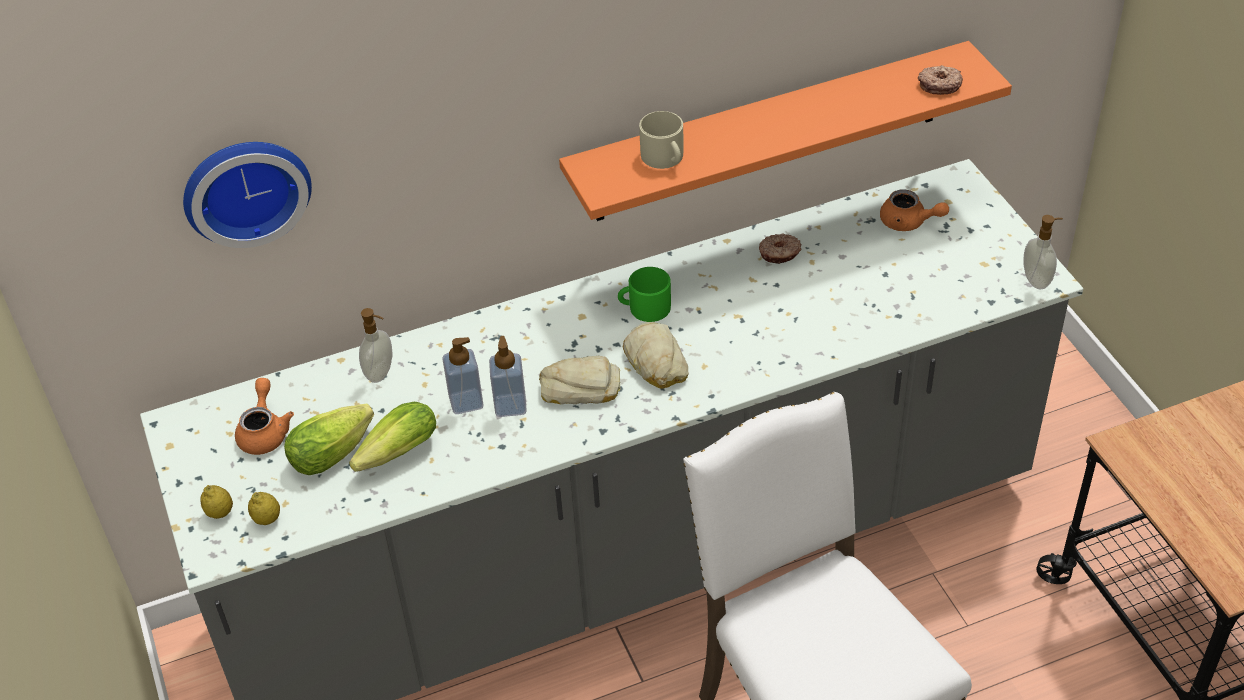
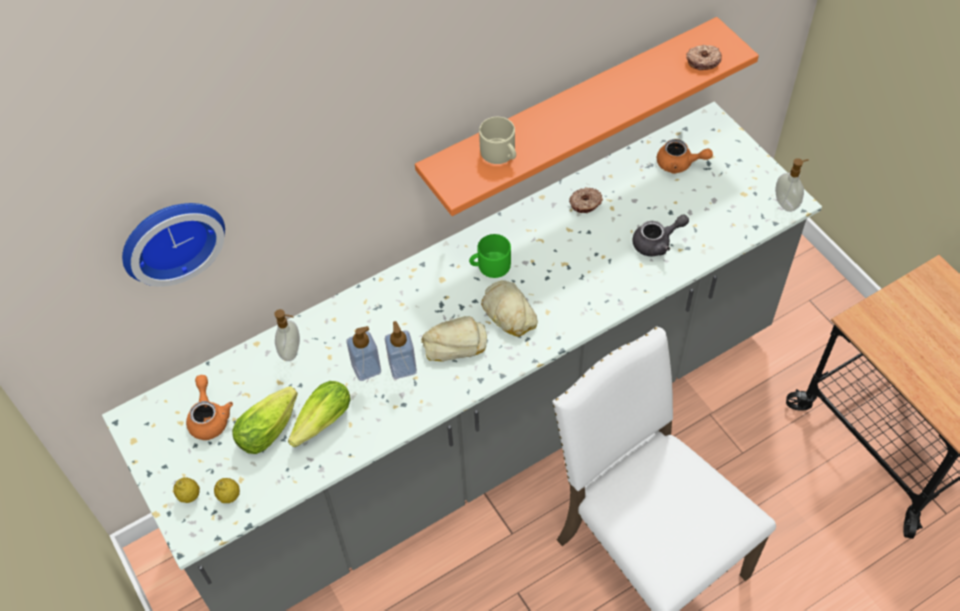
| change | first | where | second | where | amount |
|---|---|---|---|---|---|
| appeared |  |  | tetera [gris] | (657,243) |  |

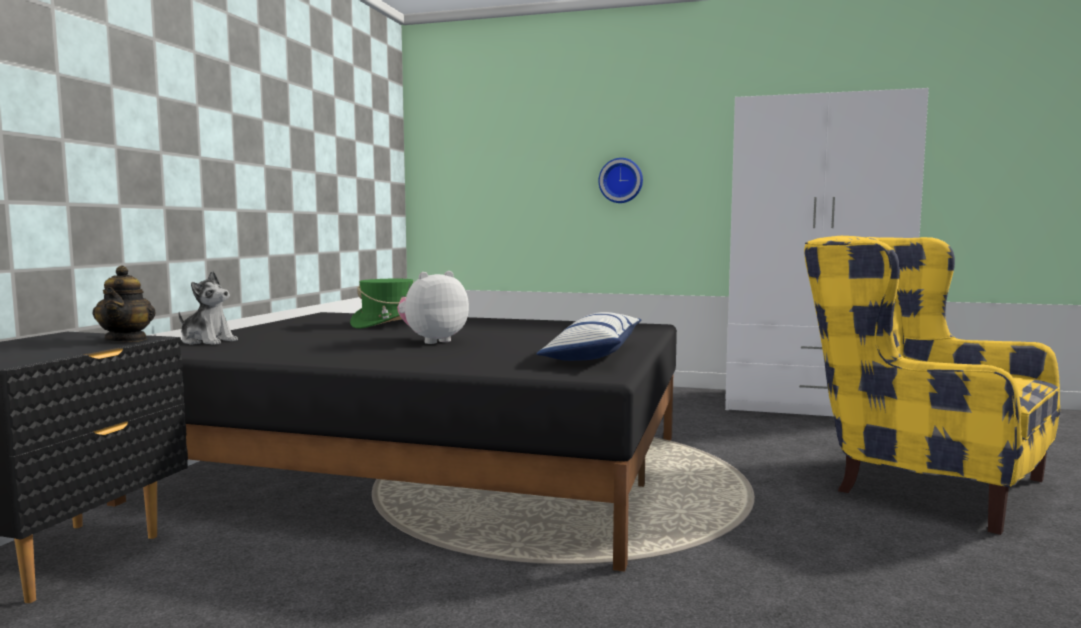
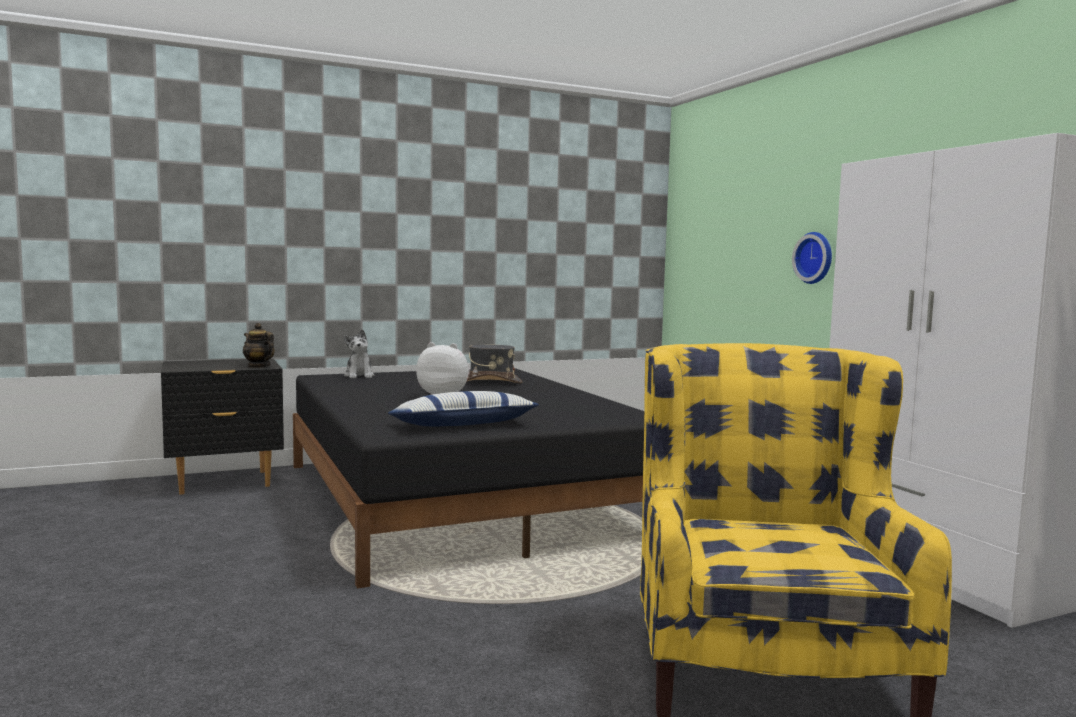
| change | first | where | second | where | amount |
|---|---|---|---|---|---|
| colour | sombrero [verde] | (387,324) | sombrero [gris] | (491,382) |  |
| spun | tetera | (127,340) |  | (258,366) | 90 degrees clockwise |

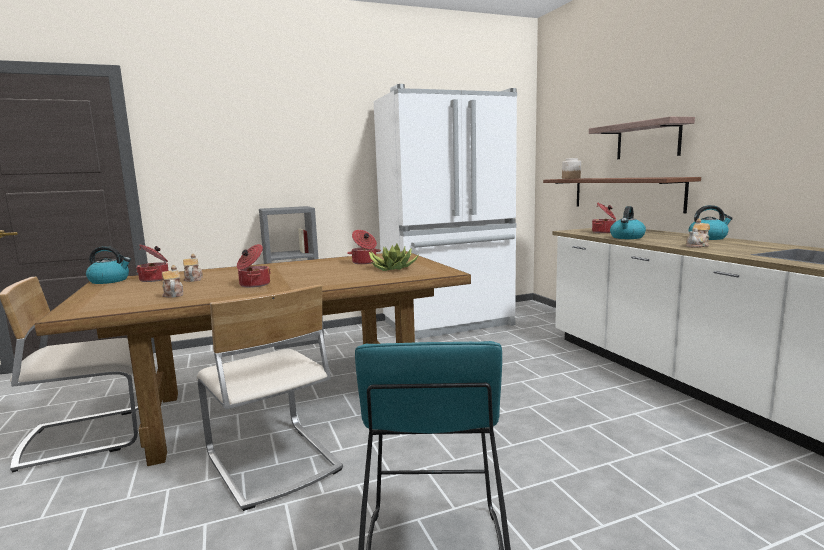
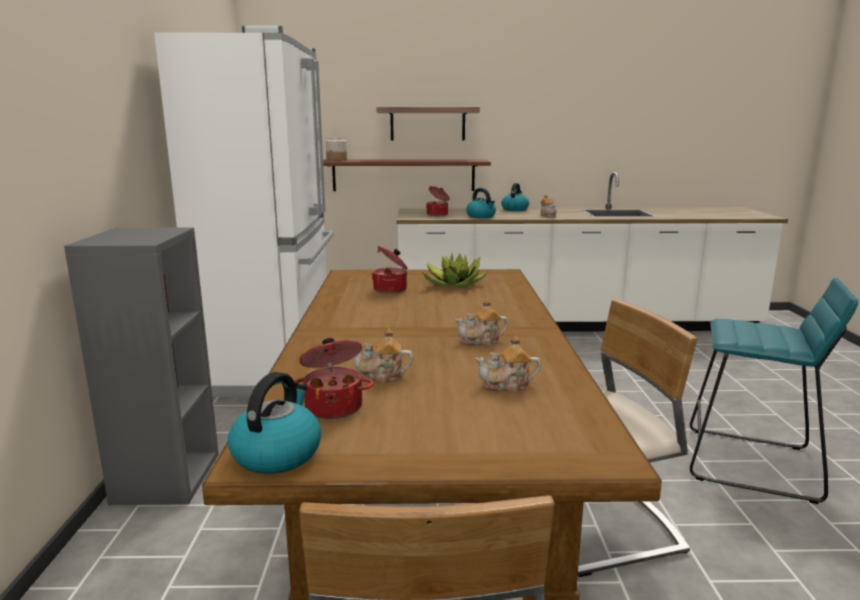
| change | first | where | second | where | amount |
|---|---|---|---|---|---|
| exchanged | olla | (254,285) | tetera | (481,341) |  |

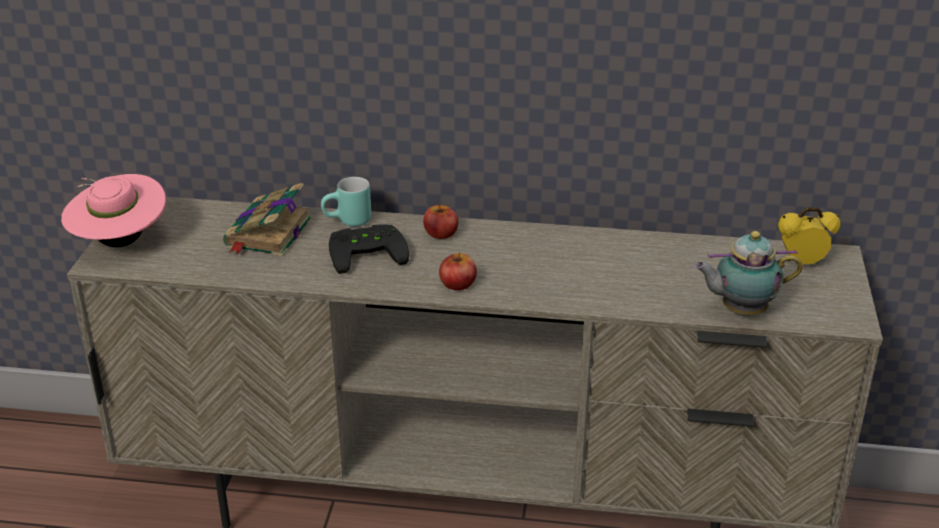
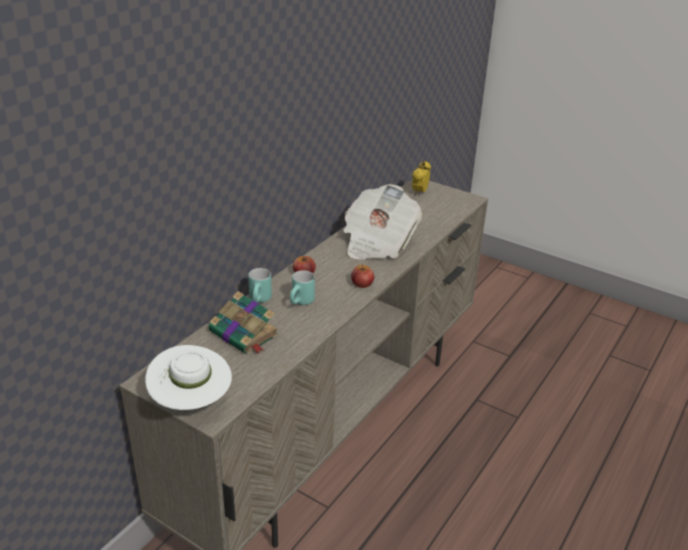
| change | first | where | second | where | amount |
|---|---|---|---|---|---|
| missing | tetera | (740,310) |  |  |  |
| appeared |  |  | periódico | (377,242) |  |
| exchanged | mando de consola [negro] | (367,252) | taza grande [turquesa] | (302,303) |  |
| colour | sombrero [rosa] | (119,242) | sombrero [blanco] | (191,402) |  |

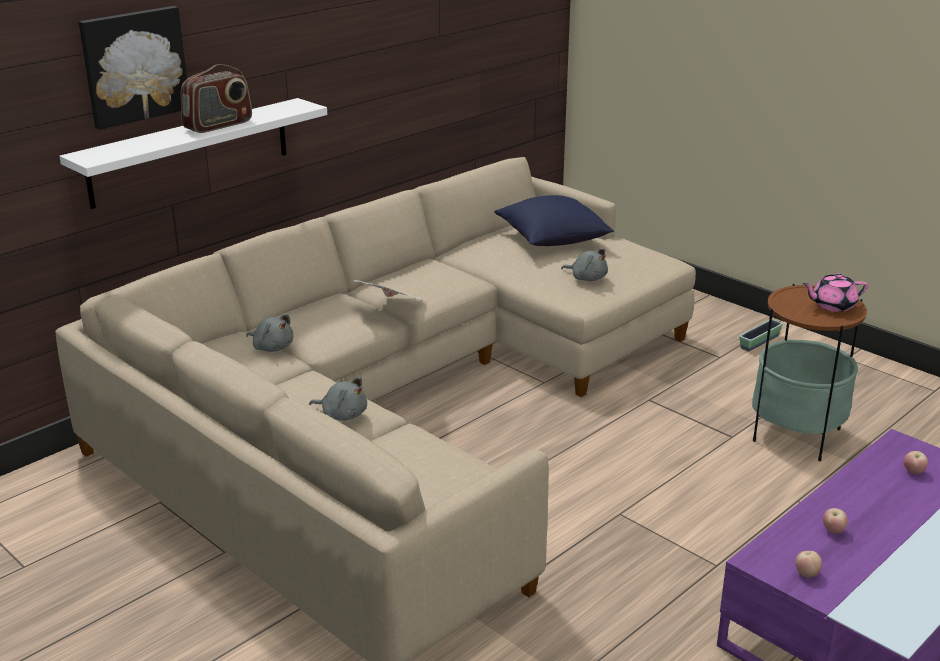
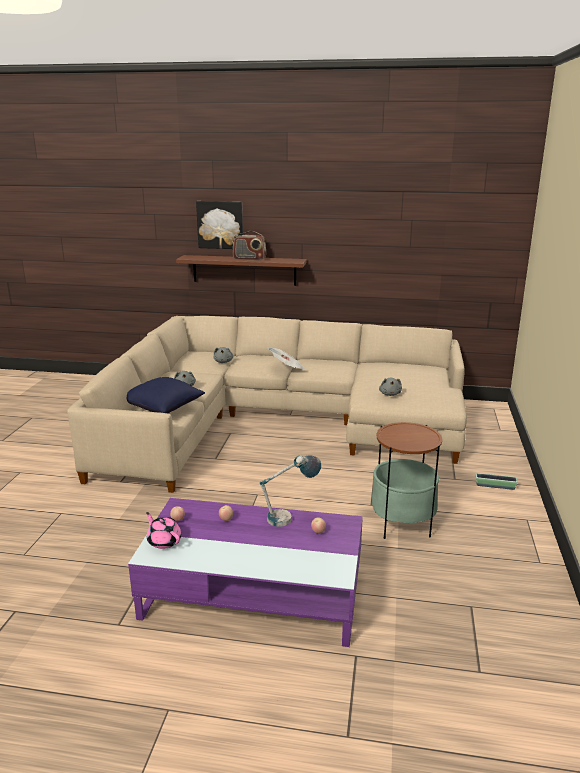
| change | first | where | second | where | amount |
|---|---|---|---|---|---|
| appeared |  |  | lámpara de mesa | (290,518) |  |
| relocated | cojín [azul] | (552,240) |  | (163,407) |  |
| relocated | tetera [rosa] | (832,305) |  | (164,541) |  |
| colour | estante [blanco] | (190,152) | estante [marrón] | (244,270) |  |

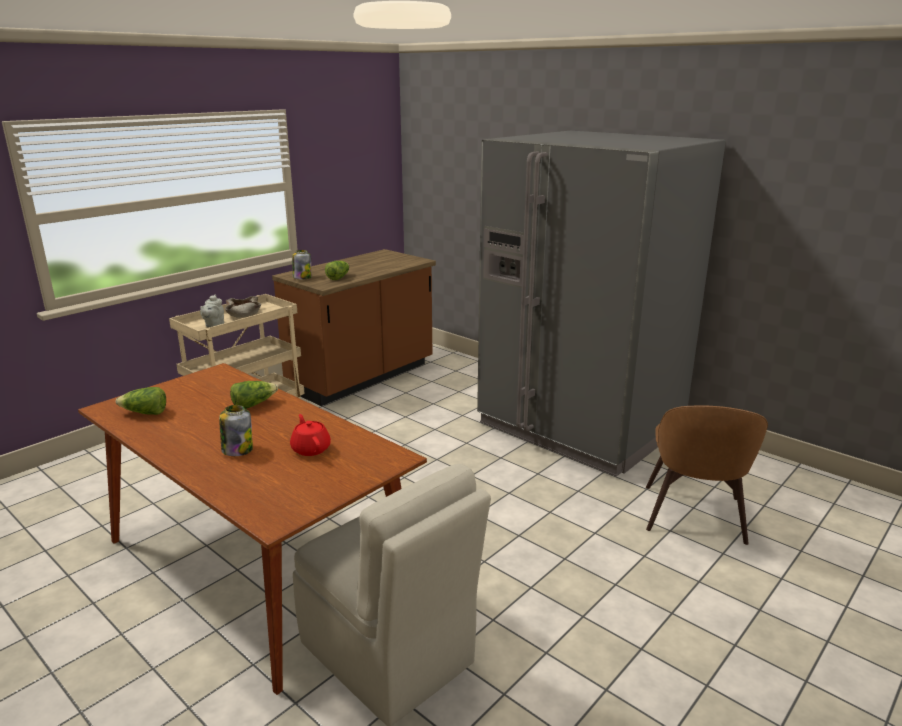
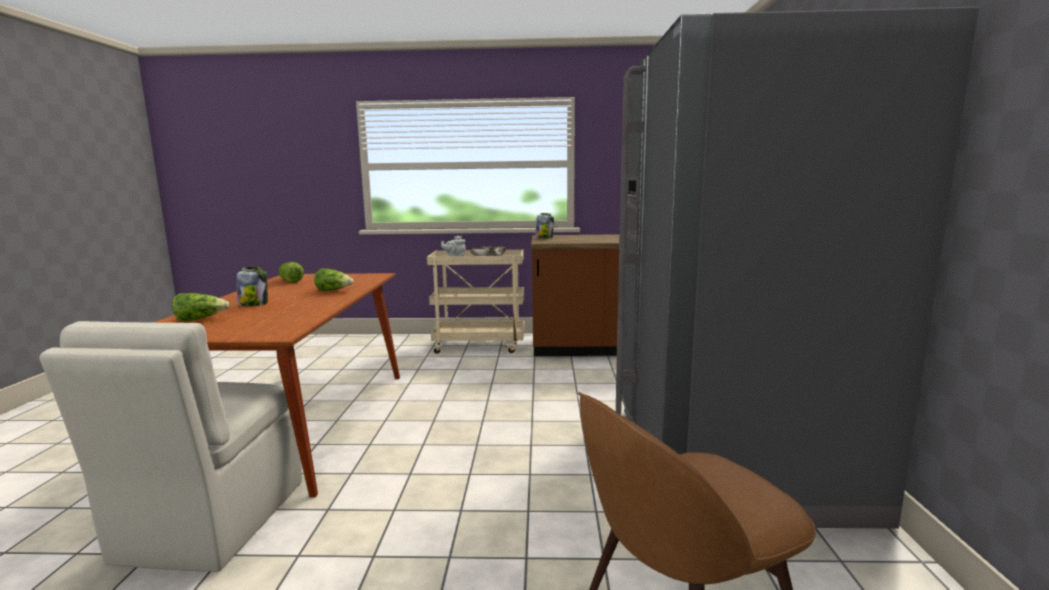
| change | first | where | second | where | amount |
|---|---|---|---|---|---|
| missing | tetera [rojo] | (311,449) |  |  |  |
| relocated | lechuga | (338,277) |  | (200,319) |  |

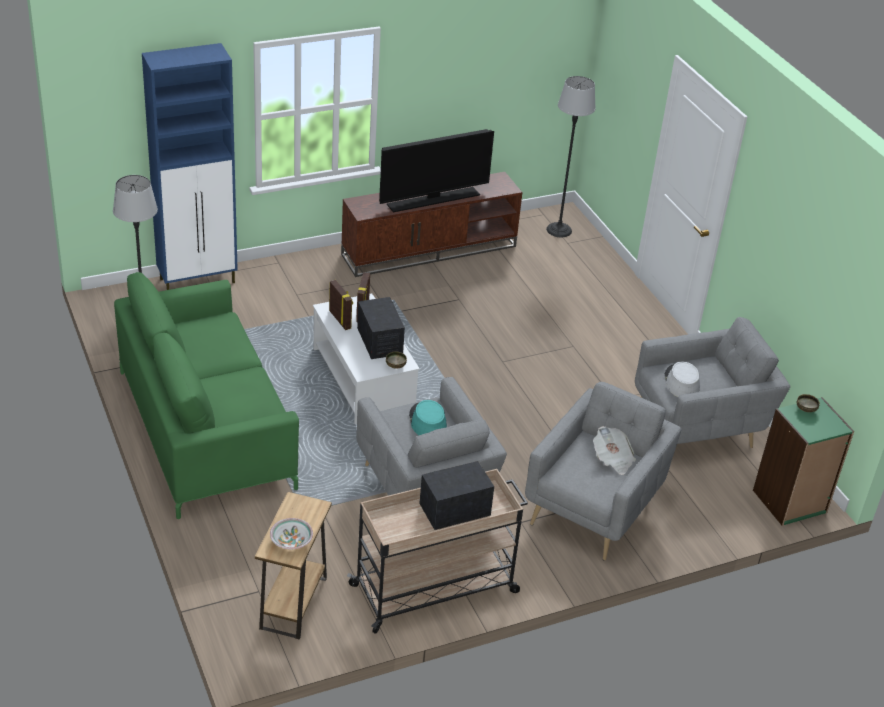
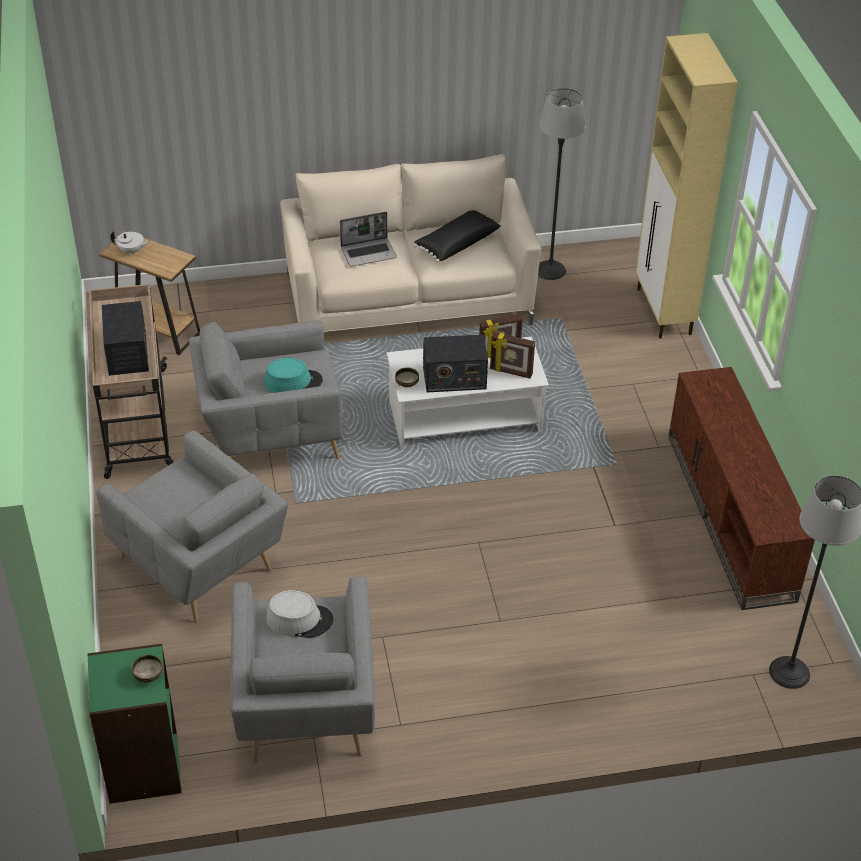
| change | first | where | second | where | amount |
|---|---|---|---|---|---|
| missing | televisor | (433,199) |  |  |  |
| missing | periódico | (612,459) |  |  |  |
| appeared |  |  | portátil | (369,253) |  |
| appeared |  |  | cojín [negro] | (456,243) |  |
| exchanged | cuenco | (291,541) | tetera [blanco] | (131,251) |  |
| colour | sofá [verde] | (205,429) | sofá [beis] | (408,299) |  |
| colour | armario [azul] | (198,281) | armario [beis] | (664,312) |  |

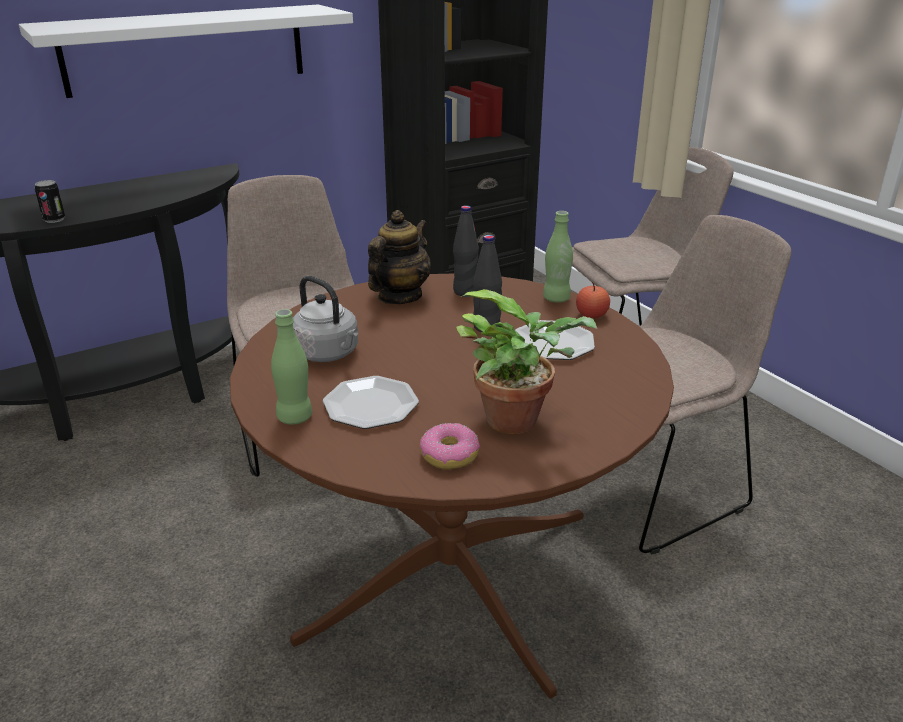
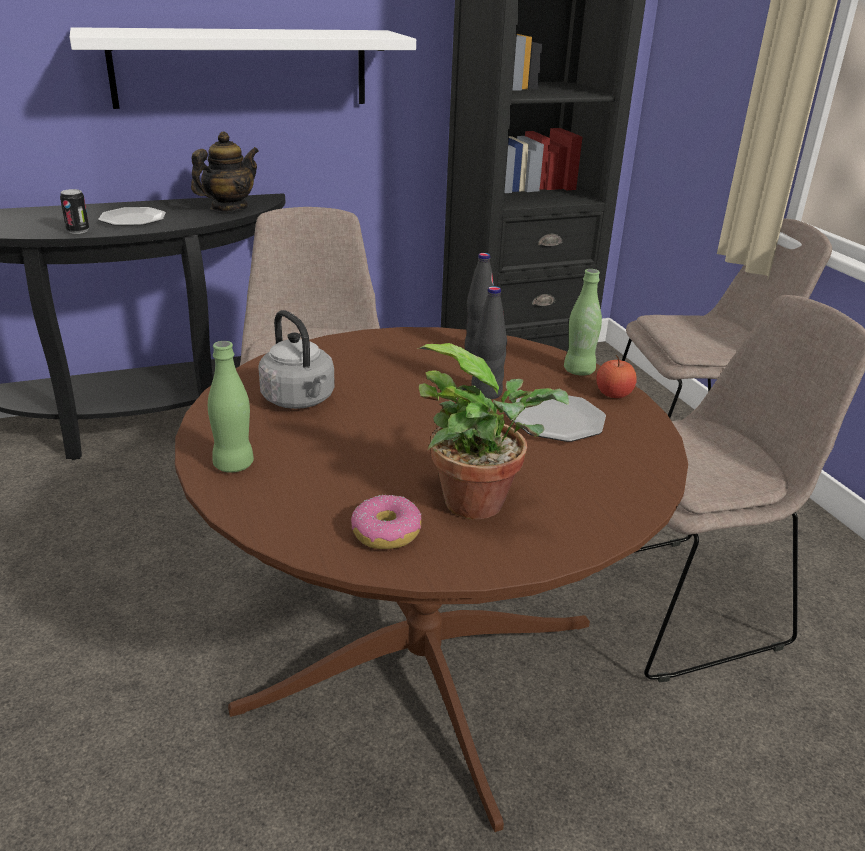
| change | first | where | second | where | amount |
|---|---|---|---|---|---|
| relocated | plato | (370,405) |  | (132,219) |  |
| relocated | tetera | (399,296) |  | (228,208) |  |

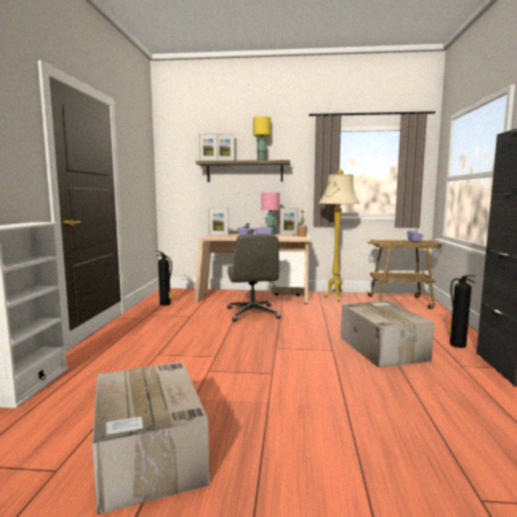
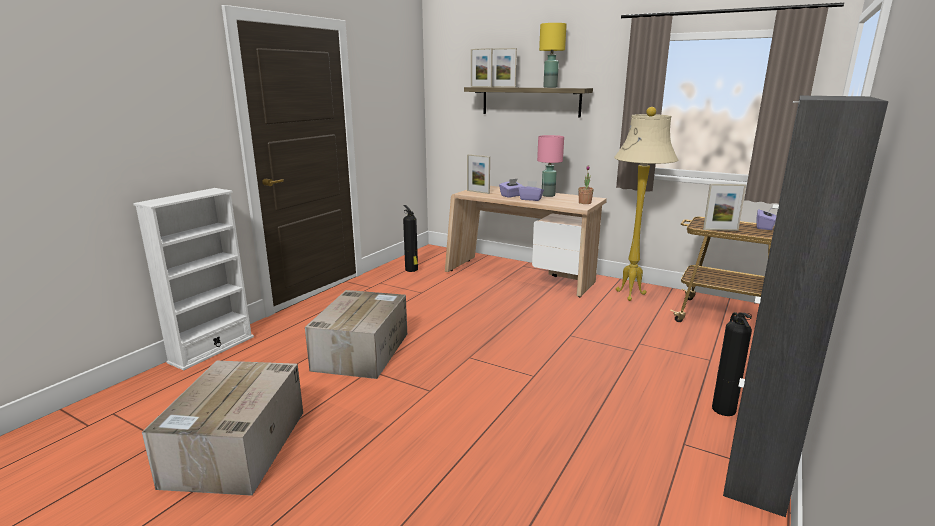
| change | first | where | second | where | amount |
|---|---|---|---|---|---|
| missing | silla de oficina [gris] | (253,313) |  |  |  |
| relocated | portarretratos | (288,235) |  | (720,230) |  |
| relocated | caja de cartón | (381,348) |  | (362,350) |  |

